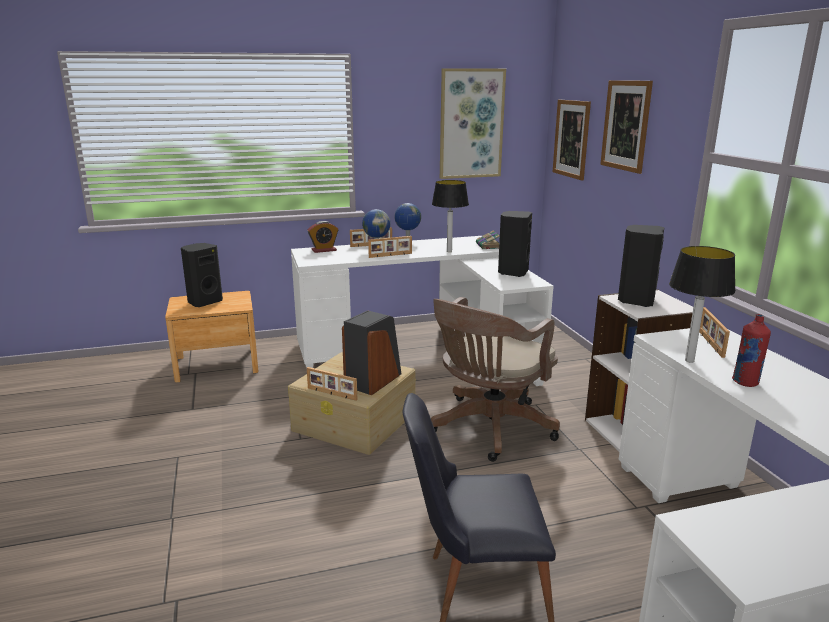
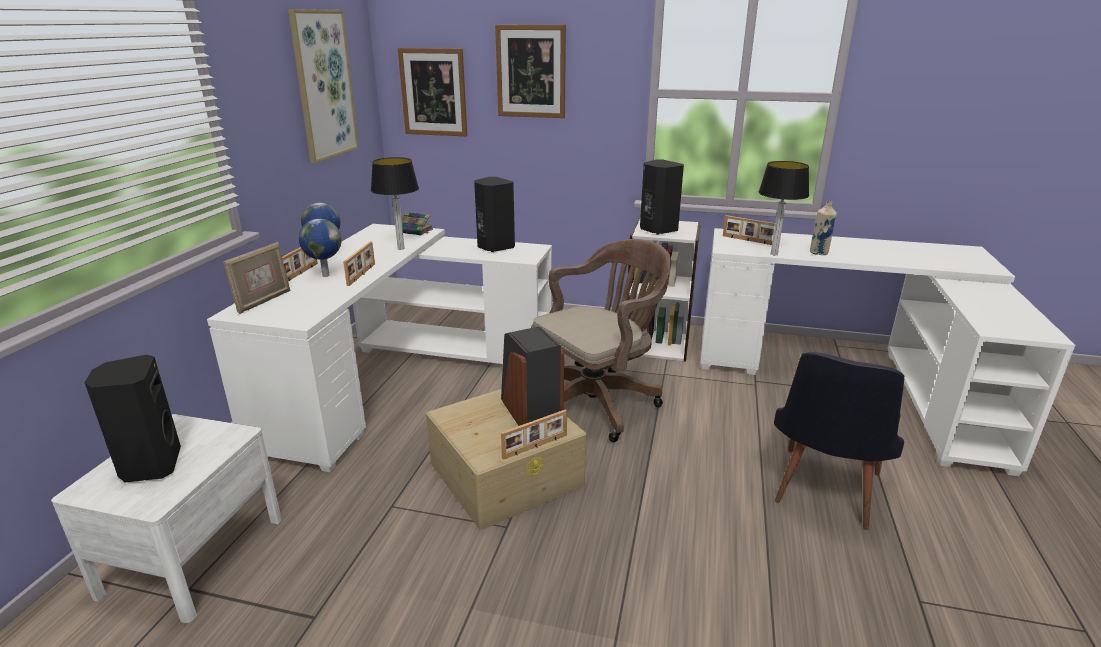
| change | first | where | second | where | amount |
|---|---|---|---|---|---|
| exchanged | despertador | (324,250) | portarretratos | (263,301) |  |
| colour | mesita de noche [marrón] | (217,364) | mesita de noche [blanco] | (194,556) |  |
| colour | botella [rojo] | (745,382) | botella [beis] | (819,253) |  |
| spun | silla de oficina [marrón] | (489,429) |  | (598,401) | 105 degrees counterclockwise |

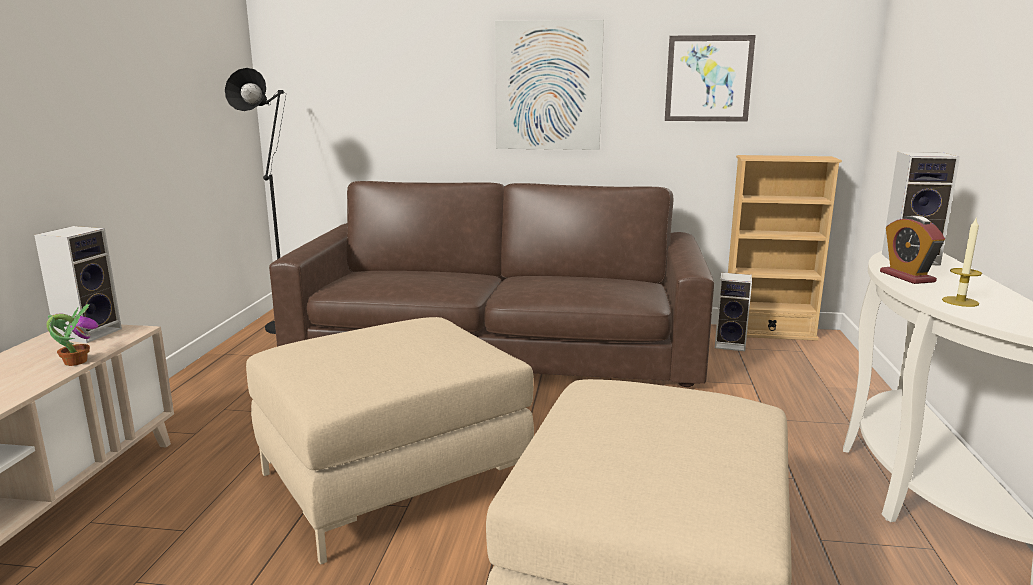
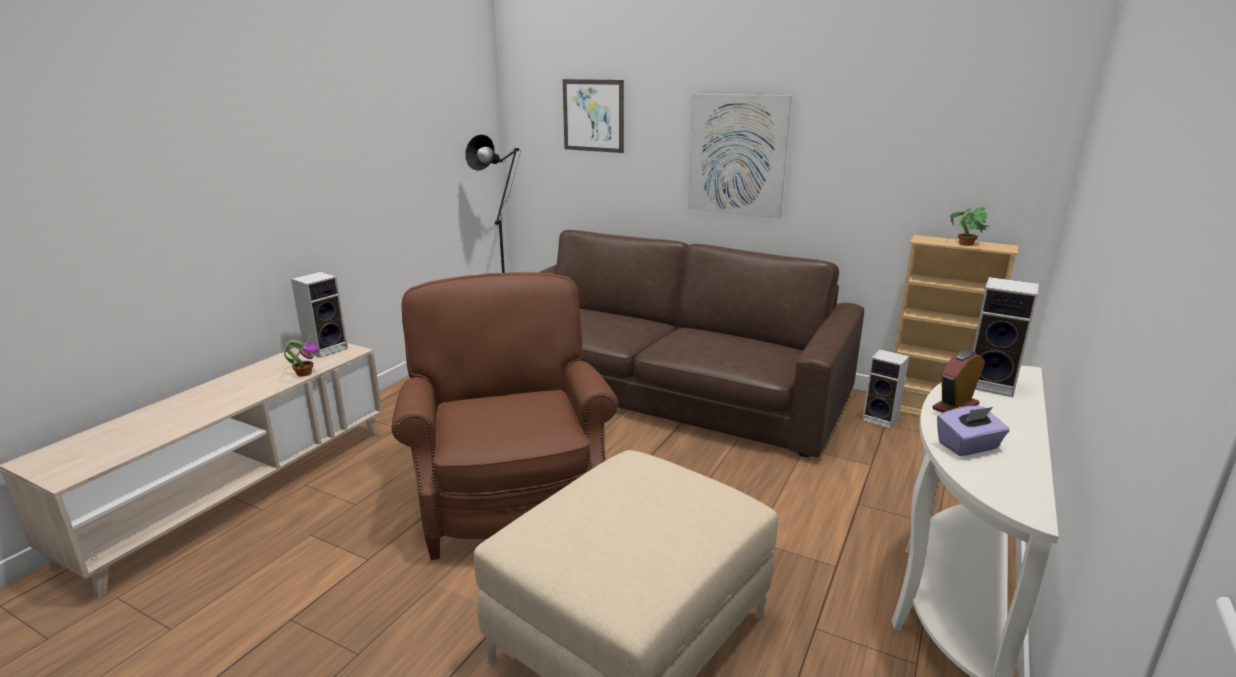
| change | first | where | second | where | amount |
|---|---|---|---|---|---|
| appeared |  |  | planta en maceta | (965,244) |  |
| relocated | cuadro | (708,78) |  | (593,115) |  |
| exchanged | puf [beis] | (394,479) | sillón [marrón] | (510,494) |  |
| exchanged | vela | (960,301) | caja de pañuelos [morado] | (968,446) |  |
| spun | despertador | (907,277) |  | (955,407) | 45 degrees clockwise |

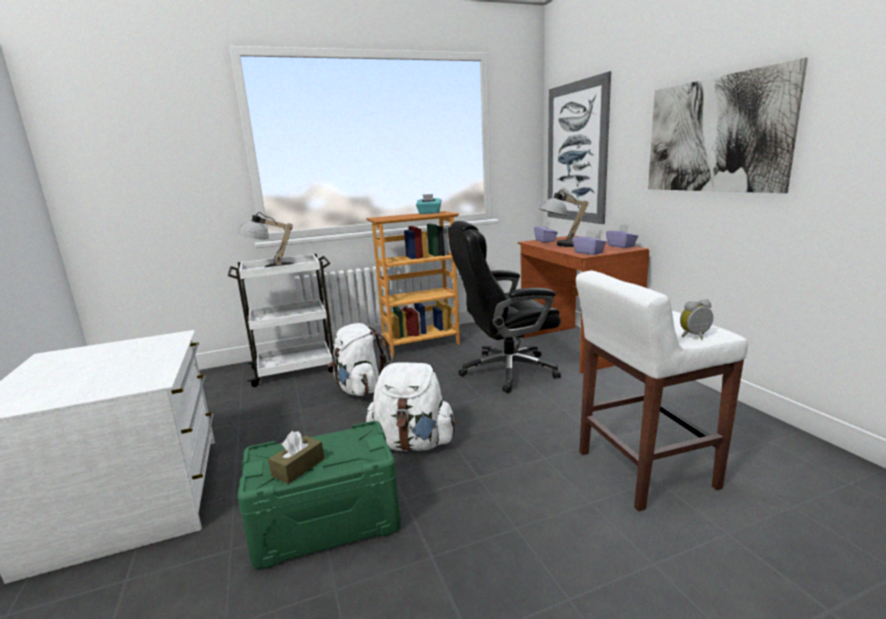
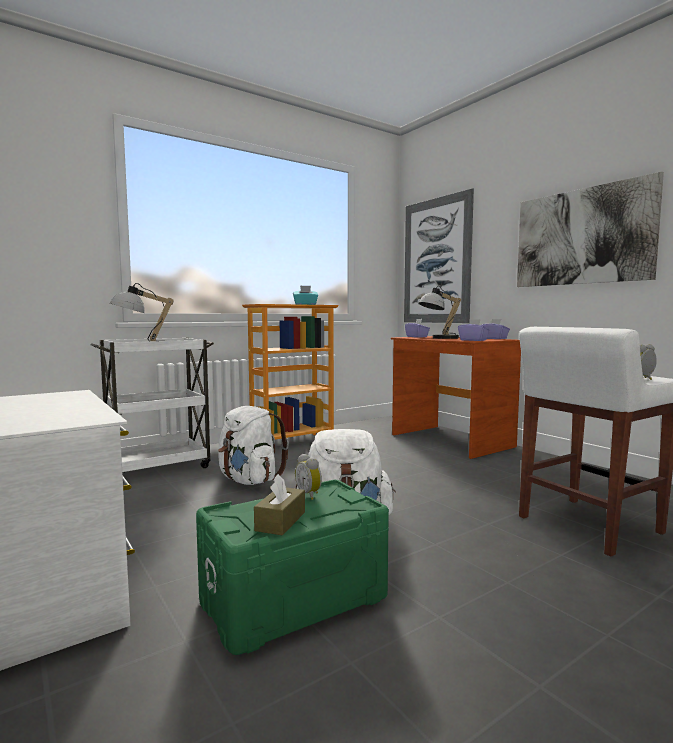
| change | first | where | second | where | amount |
|---|---|---|---|---|---|
| missing | silla de oficina [negro] | (506,371) |  |  |  |
| appeared |  |  | despertador | (310,495) |  |

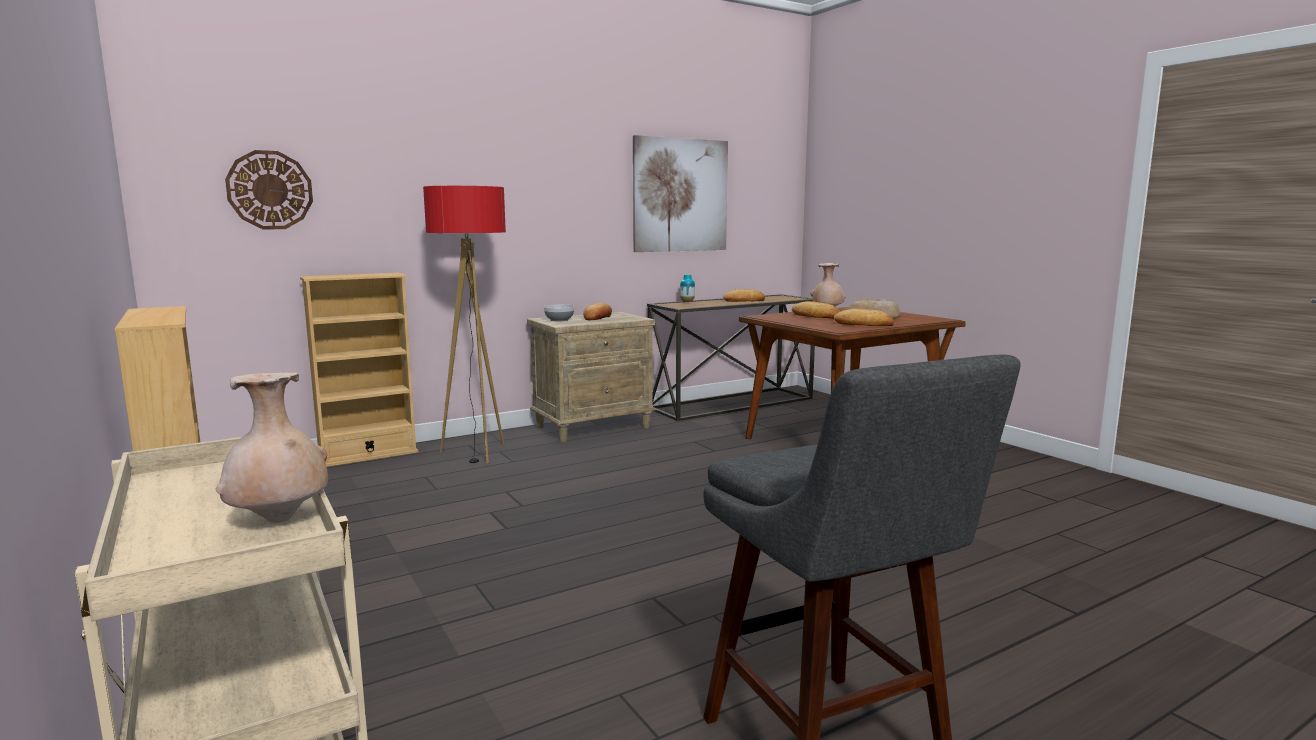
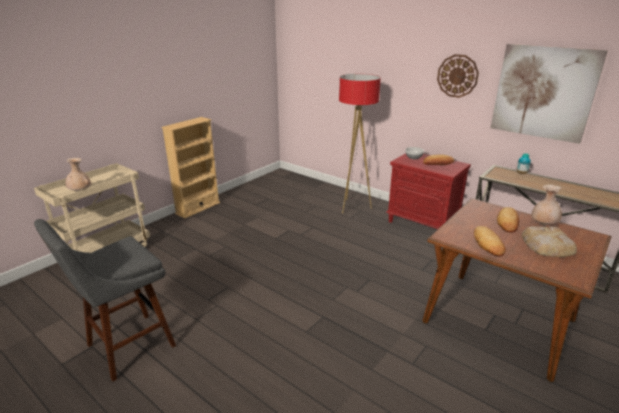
| change | first | where | second | where | amount |
|---|---|---|---|---|---|
| missing | estantería [beis] | (368,455) |  |  |  |
| missing | pan | (744,300) |  |  |  |
| relocated | reloj de pared | (270,190) |  | (457,76) |  |
| colour | mesita de noche [beis] | (594,427) | mesita de noche [rojo] | (423,223) |  |

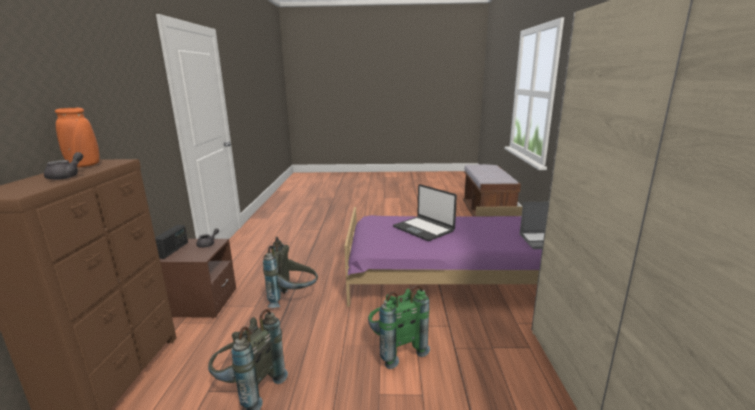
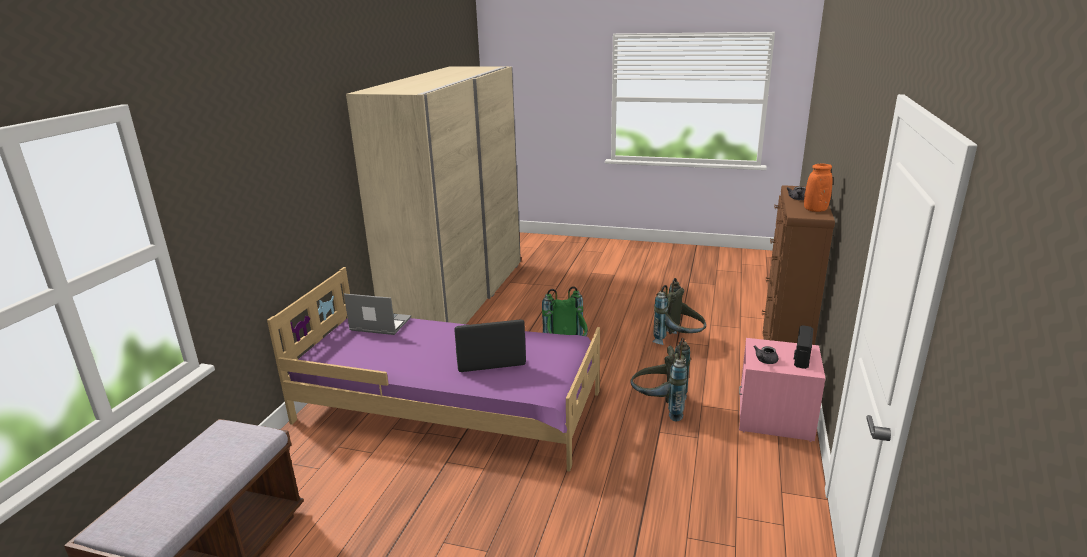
| change | first | where | second | where | amount |
|---|---|---|---|---|---|
| colour | mesita de noche [marrón] | (198,303) | mesita de noche [rosa] | (775,418) |  |
| spun | portátil | (423,229) |  | (490,358) | 75 degrees counterclockwise |

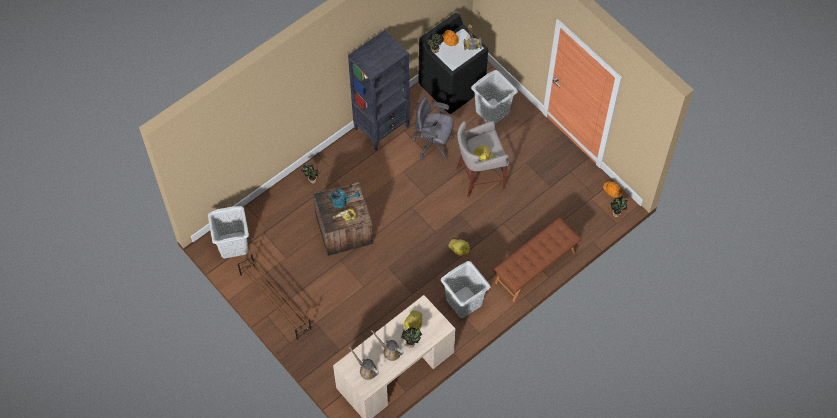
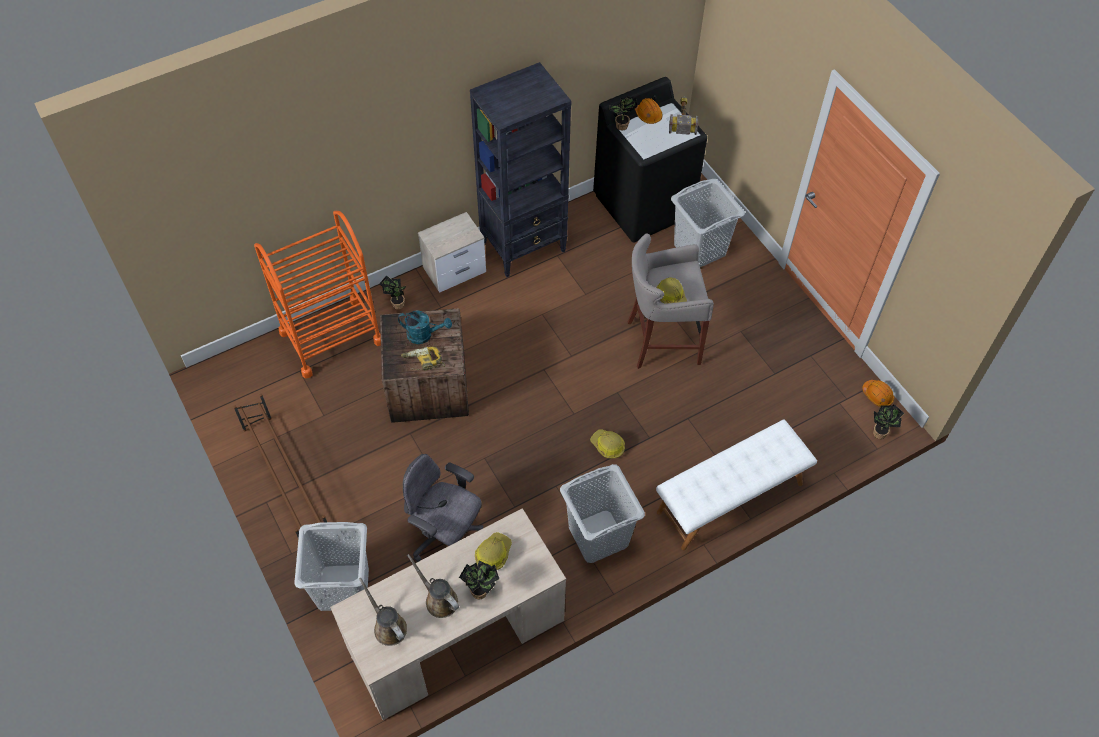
| change | first | where | second | where | amount |
|---|---|---|---|---|---|
| appeared |  |  | carrito [naranja] | (331,337) |  |
| appeared |  |  | mesita de noche | (455,270) |  |
| relocated | cesto de la ropa [gris] | (233,244) |  | (343,587) |  |
| relocated | silla de oficina [gris] | (433,144) |  | (445,536) |  |
| colour | banco [marrón] | (535,267) | banco [blanco] | (730,499) |  |

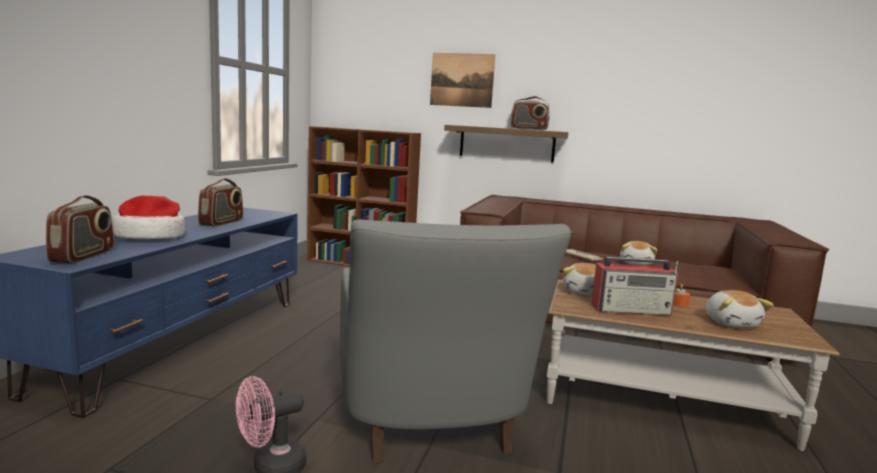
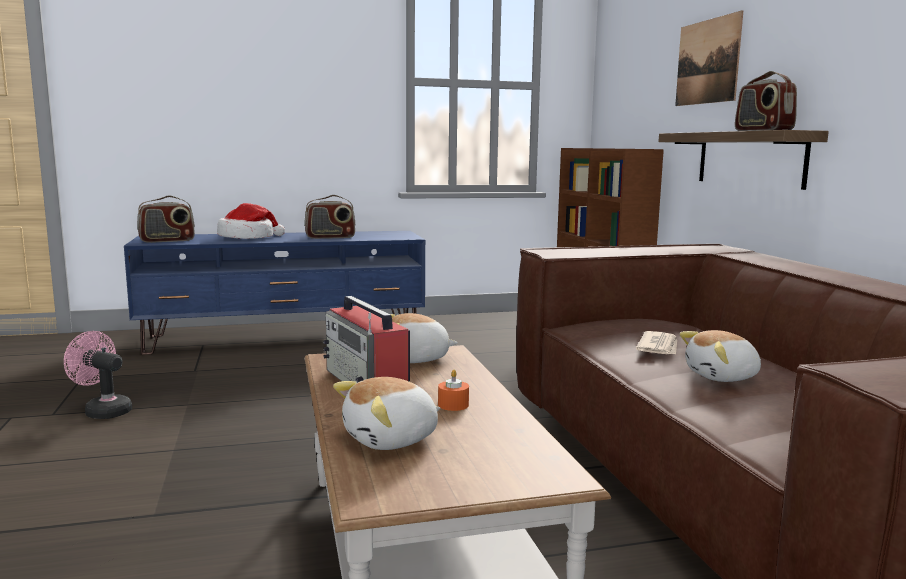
| change | first | where | second | where | amount |
|---|---|---|---|---|---|
| missing | sillón [gris] | (432,426) |  |  |  |

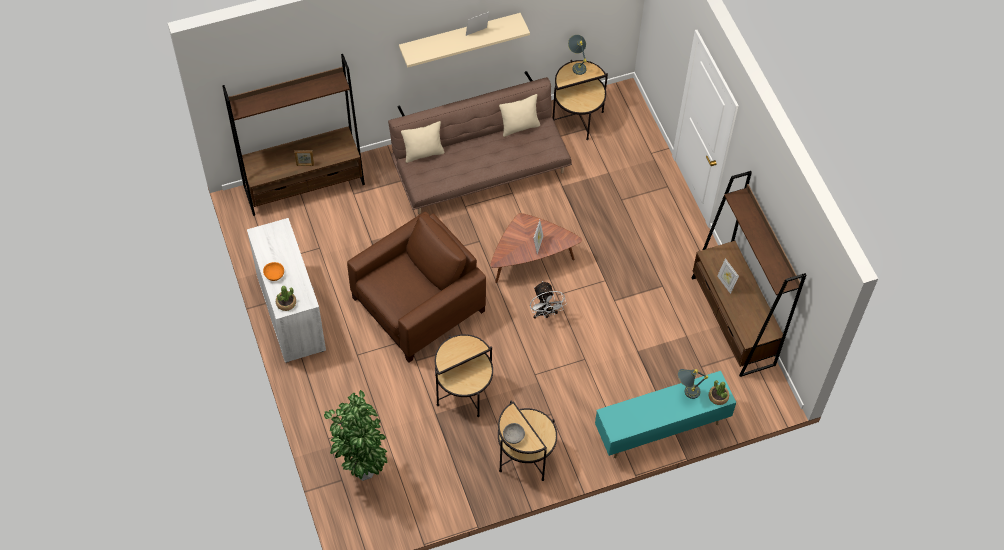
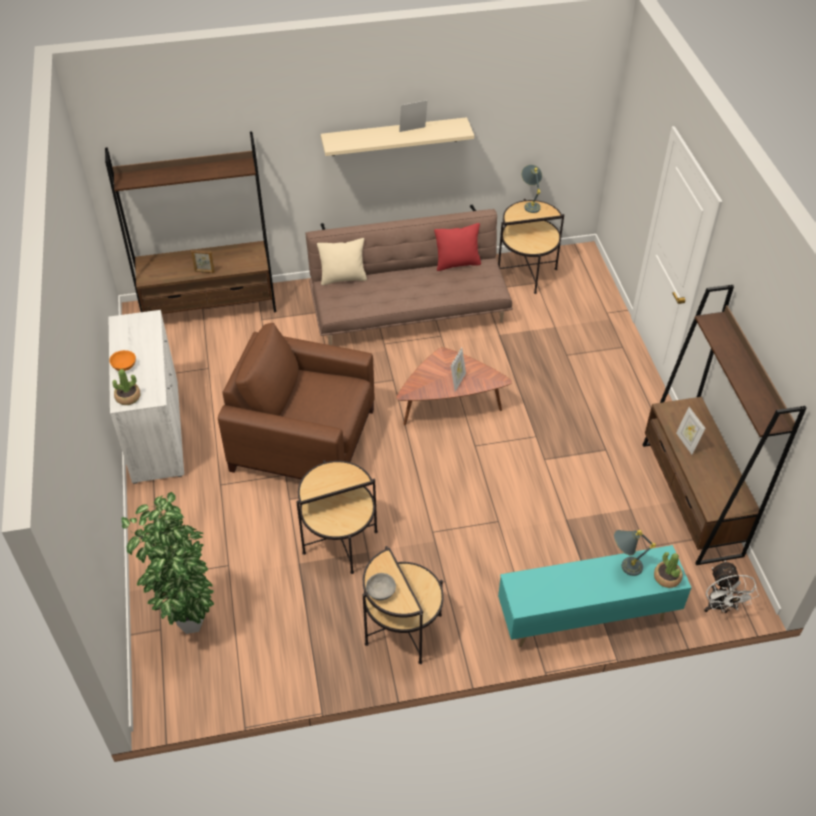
| change | first | where | second | where | amount |
|---|---|---|---|---|---|
| relocated | ventilador [blanco] | (545,313) |  | (720,607) |  |
| colour | cojín [beis] | (519,127) | cojín [rojo] | (457,263) |  |
| spun | sillón [marrón] | (417,306) |  | (305,439) | 135 degrees counterclockwise |

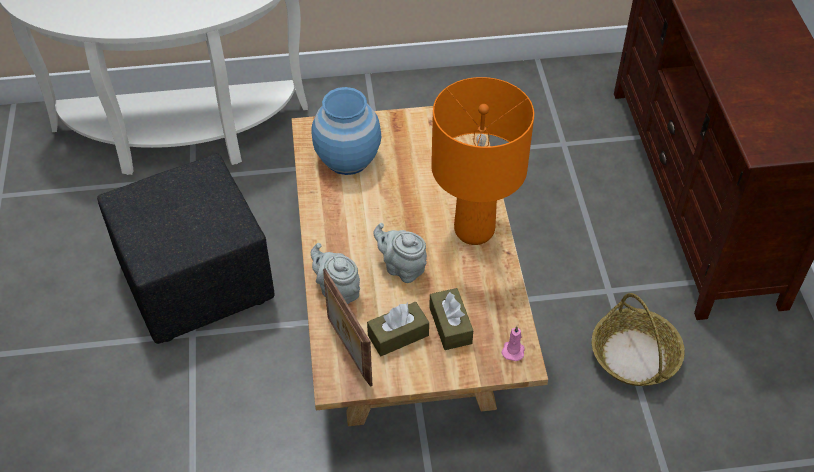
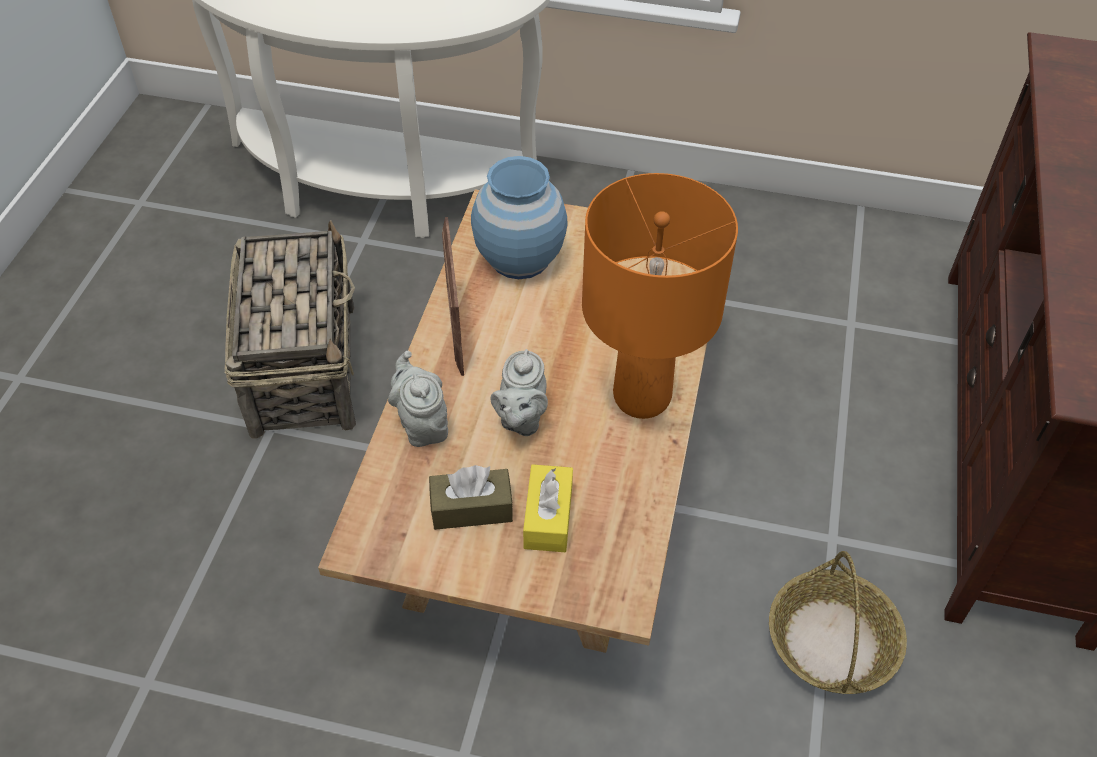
| change | first | where | second | where | amount |
|---|---|---|---|---|---|
| missing | vela [rosa] | (513,350) |  |  |  |
| relocated | portarretratos | (347,350) |  | (455,330) |  |
| exchanged | puf [negro] | (195,283) | cesta | (304,367) |  |
| colour | caja de pañuelos [marrón] | (450,325) | caja de pañuelos [amarillo] | (548,517) |  |
| spun | tetera [gris] | (402,268) |  | (521,419) | 135 degrees counterclockwise |

